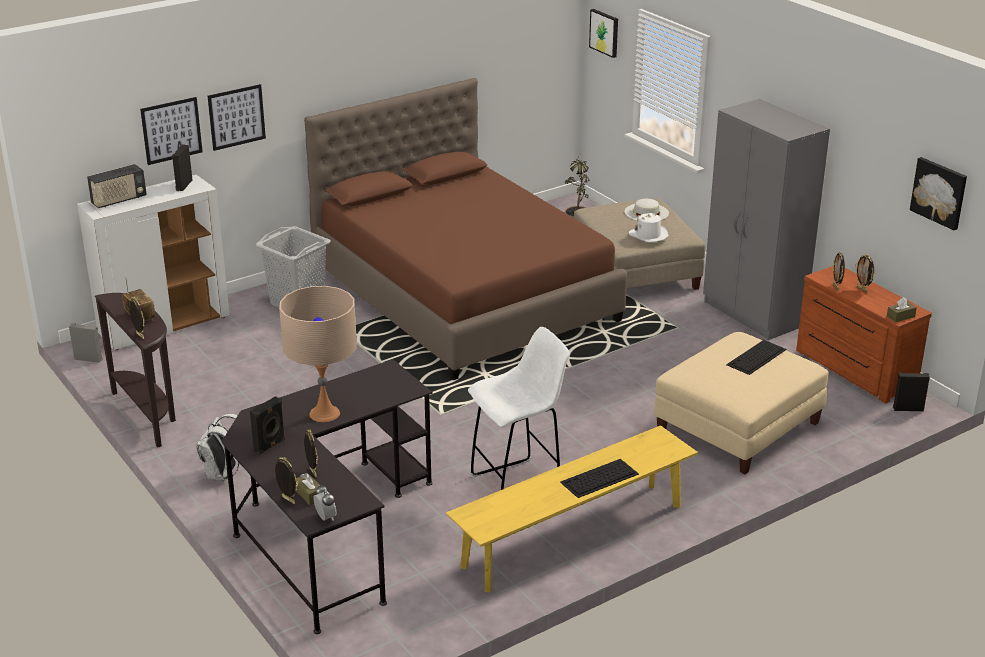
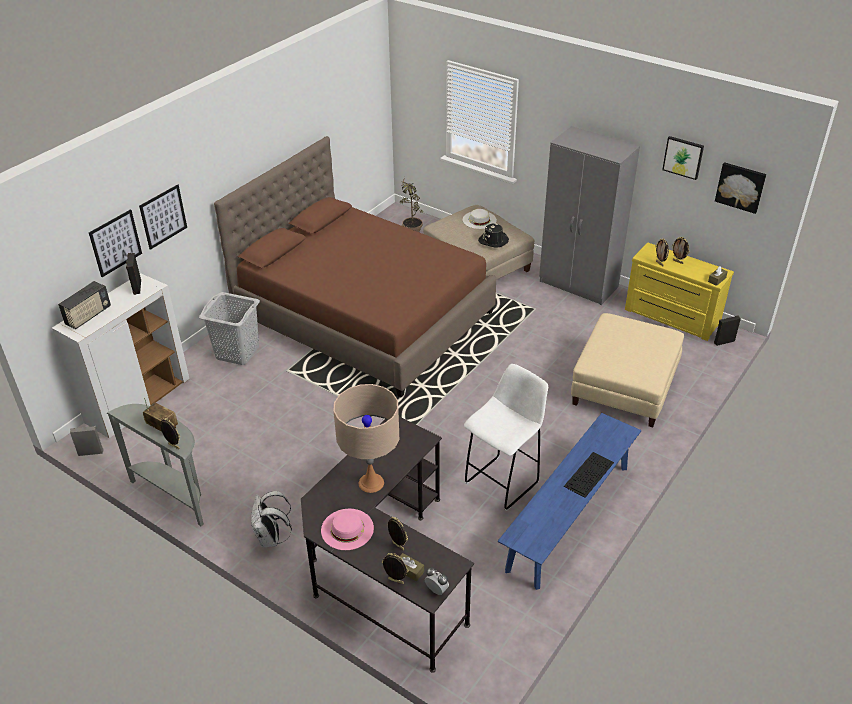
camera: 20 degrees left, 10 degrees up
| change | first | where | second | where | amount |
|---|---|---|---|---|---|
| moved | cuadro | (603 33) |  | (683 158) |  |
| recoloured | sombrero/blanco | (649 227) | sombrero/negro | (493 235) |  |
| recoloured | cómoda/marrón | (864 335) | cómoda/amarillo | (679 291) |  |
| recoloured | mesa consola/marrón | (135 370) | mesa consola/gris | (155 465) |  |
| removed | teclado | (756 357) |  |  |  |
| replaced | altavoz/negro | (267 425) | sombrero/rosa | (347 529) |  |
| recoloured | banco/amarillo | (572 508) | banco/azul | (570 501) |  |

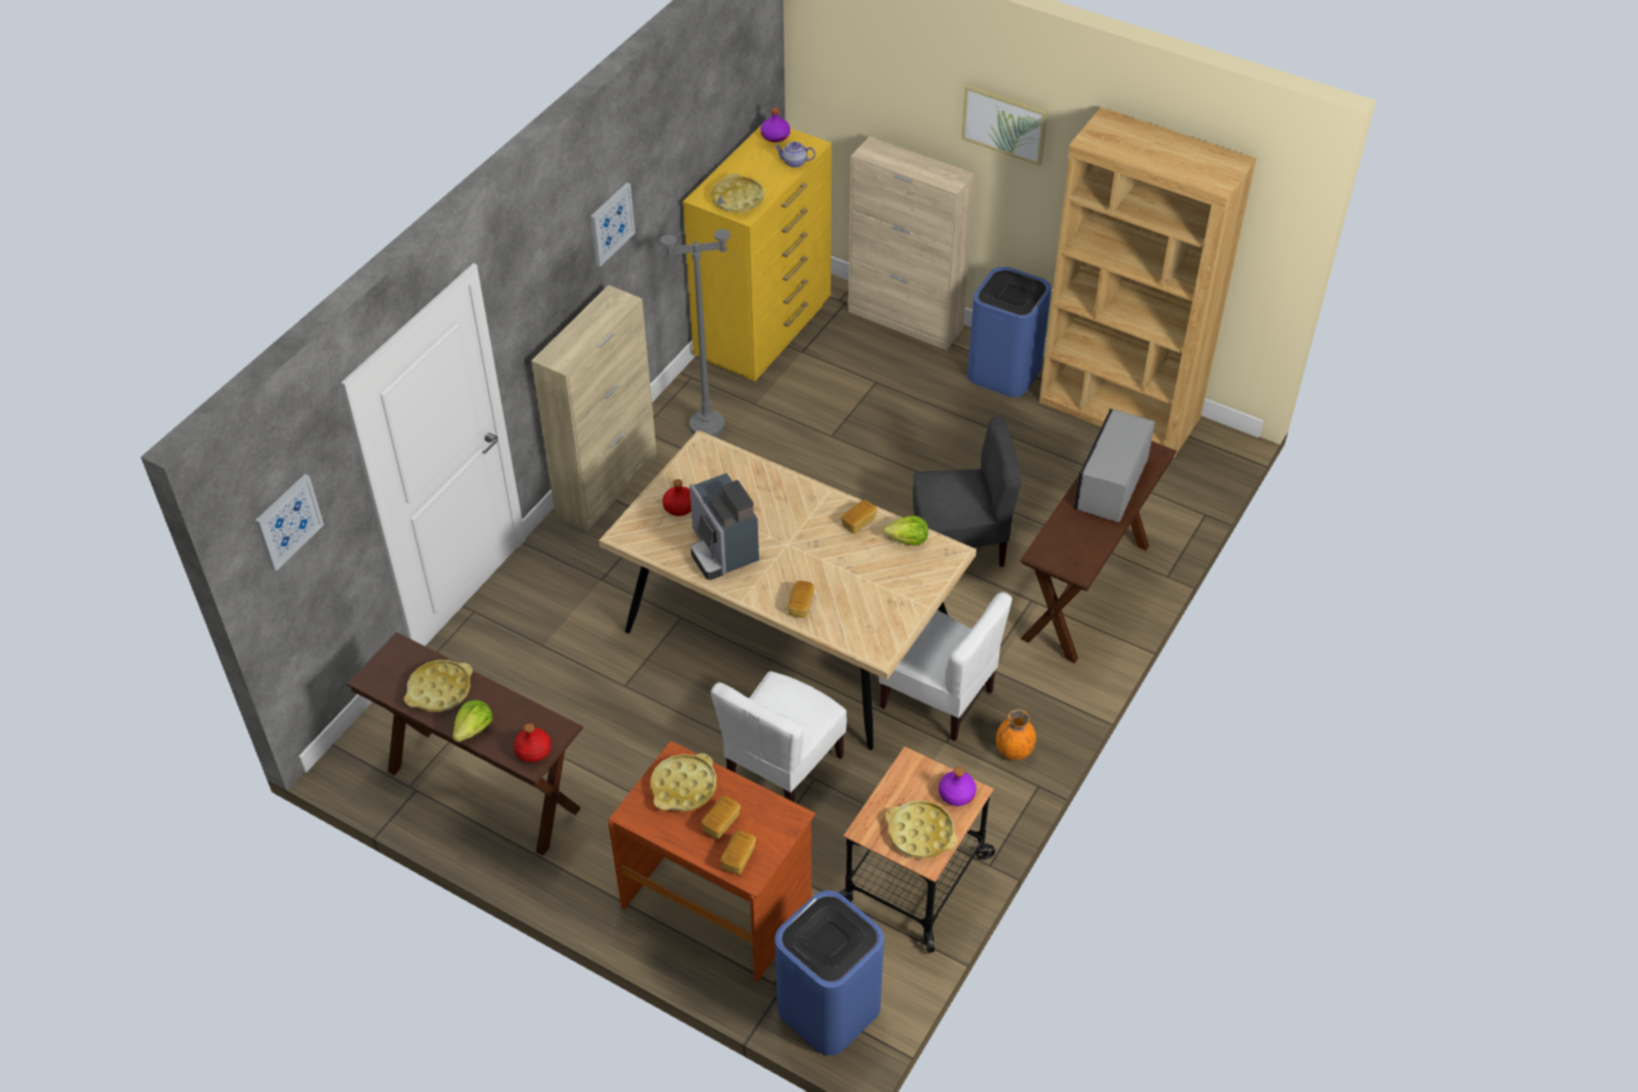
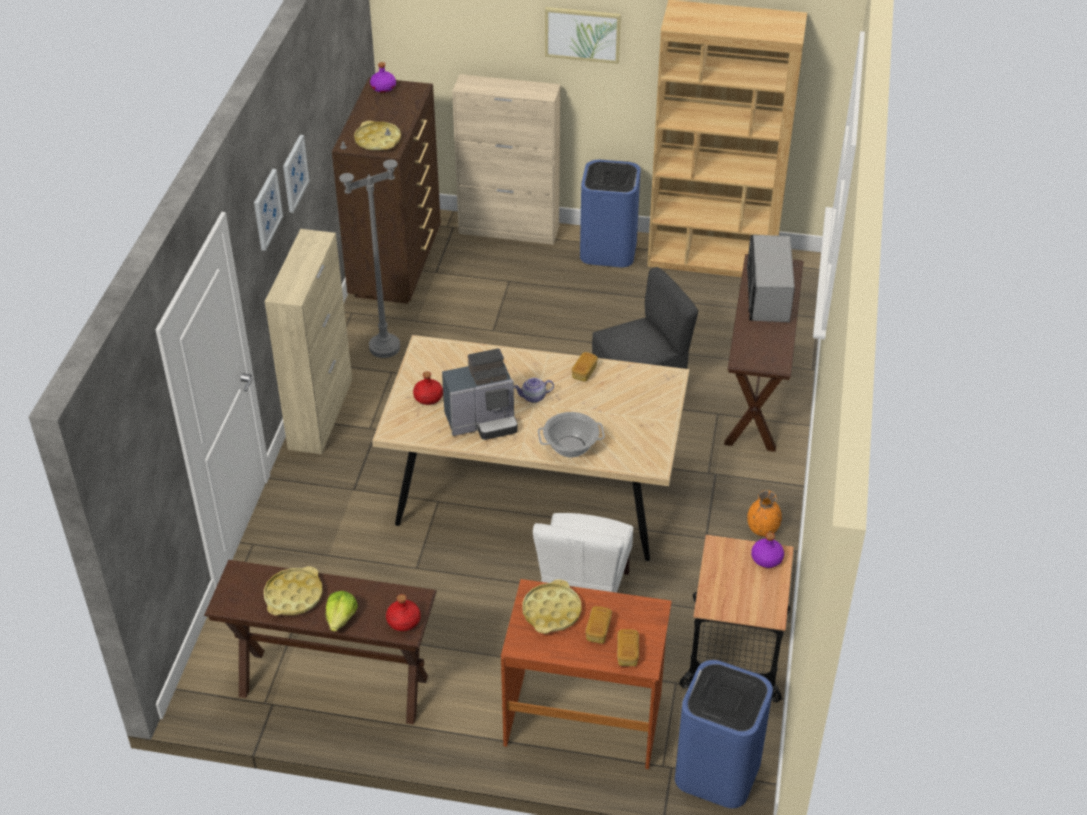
camera: 20 degrees left, 5 degrees down
| change | first | where | second | where | amount |
|---|---|---|---|---|---|
| recoloured | cómoda/amarillo | (757 253) | cómoda/marrón | (386 190) |  |
| moved | tetera | (794 155) |  | (534 390) |  |
| turned | cafetera | (724 526) |  | (480 394) | 60 degrees counterclockwise |
| moved | cuadro | (289 522) |  | (268 210) |  |
| removed | lechuga | (905 531) |  |  |  |
| replaced | pan | (800 599) | olla | (571 434) |  |
| removed | silla/blanco | (945 666) |  |  |  |
| removed | bandeja/amarillo | (921 829) |  |  |  |

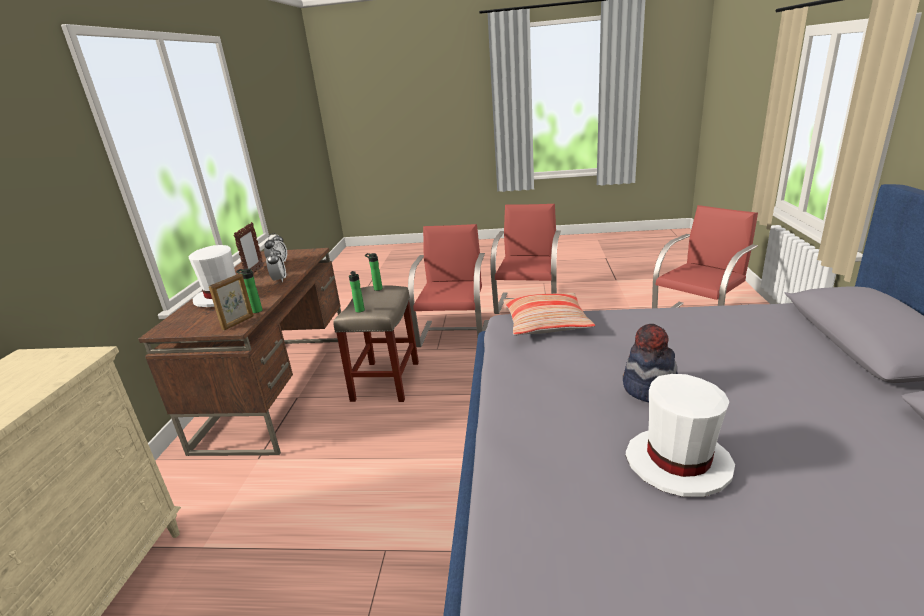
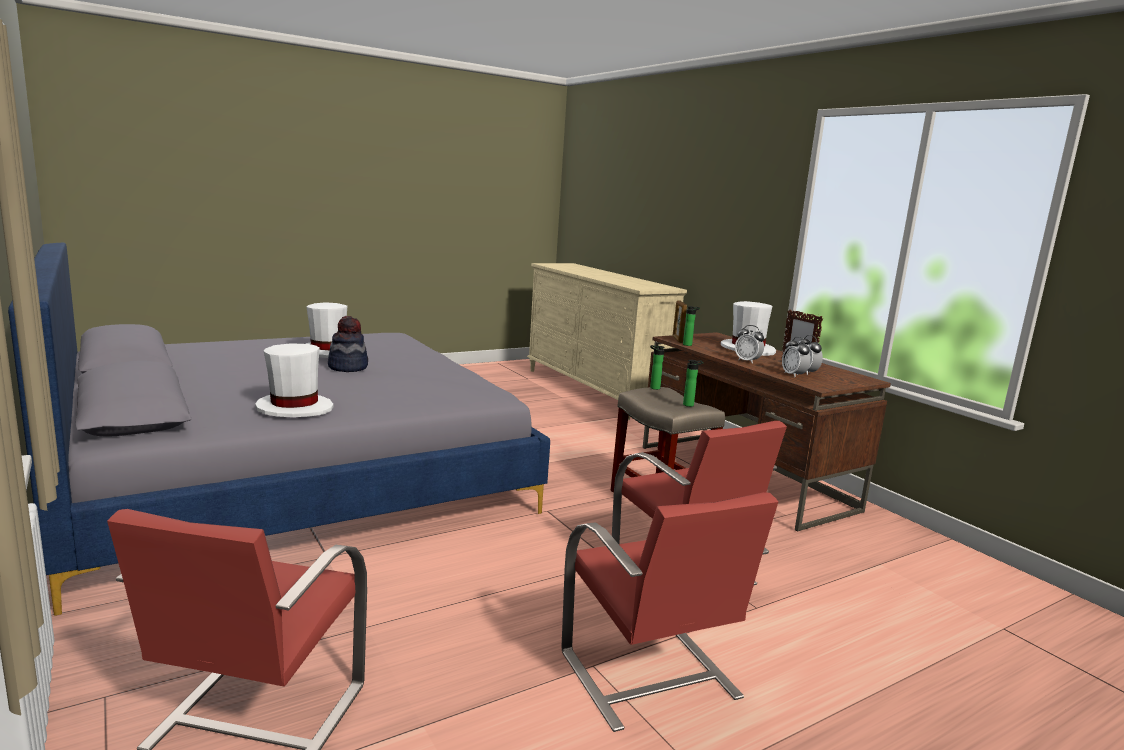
camera: 140 degrees right, 10 degrees down
| change | first | where | second | where | amount |
|---|---|---|---|---|---|
| removed | cojín | (549 314) |  |  |  |
| added |  |  | despertador | (796 357) |  |
| added |  |  | sombrero/blanco | (294 380) |  |

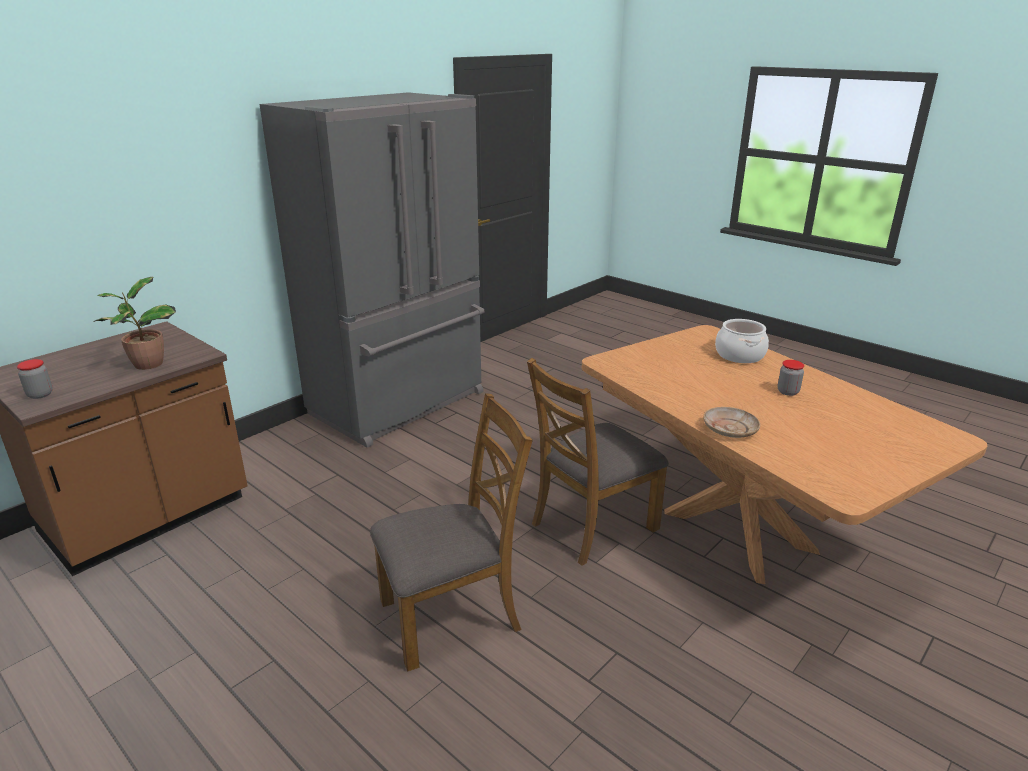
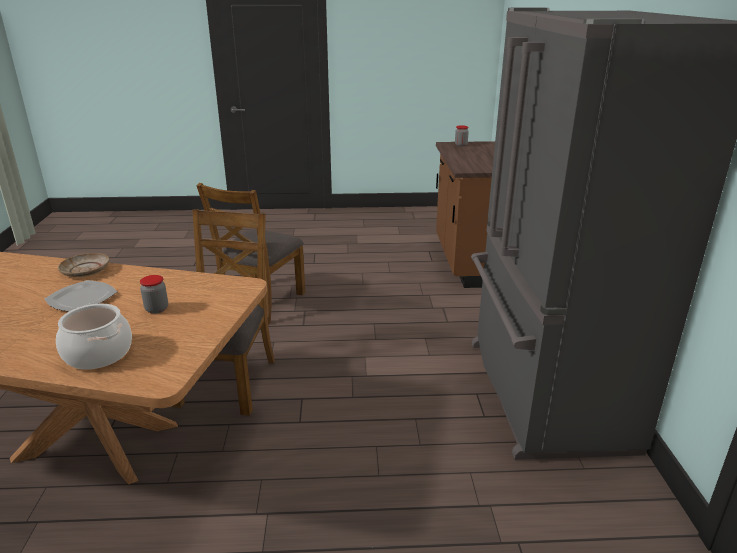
camera: 135 degrees right, 0 degrees up
| change | first | where | second | where | amount |
|---|---|---|---|---|---|
| removed | planta en maceta | (134 323) |  |  |  |
| moved | tarro | (791 378) |  | (154 294) |  |
| added |  |  | plato | (81 296) |  |

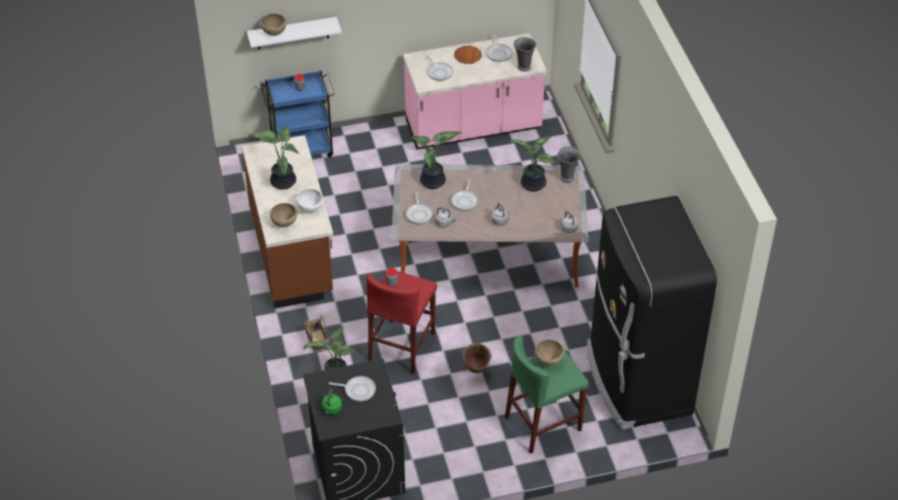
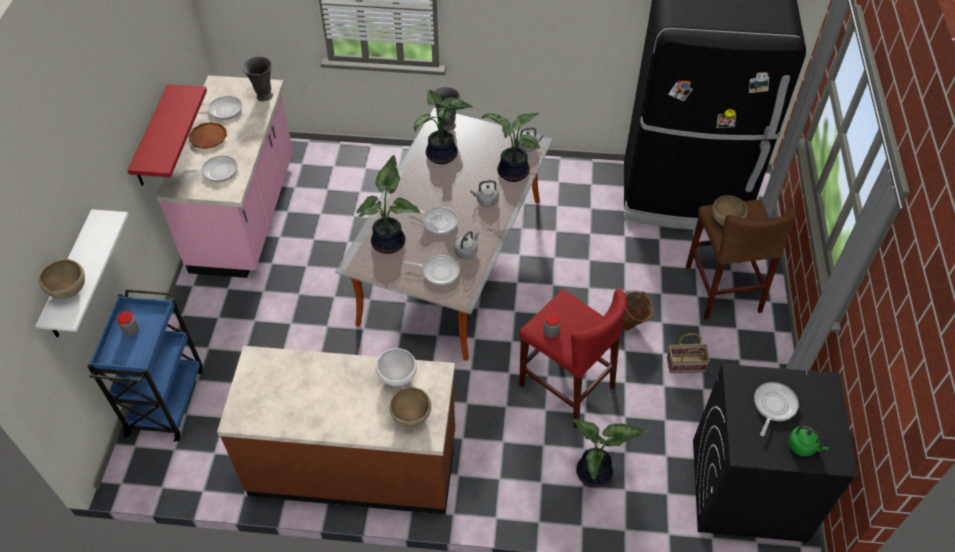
camera: 70 degrees left, 5 degrees up
| change | first | where | second | where | amount |
|---|---|---|---|---|---|
| moved | planta en maceta | (274 158) |  | (511 147) |  |
| moved | cesta | (317 334) |  | (688 353) |  |
| recoloured | taburete/verde | (547 395) | taburete/marrón | (741 260) |  |
| added |  |  | estante/rojo | (167 135) |  |

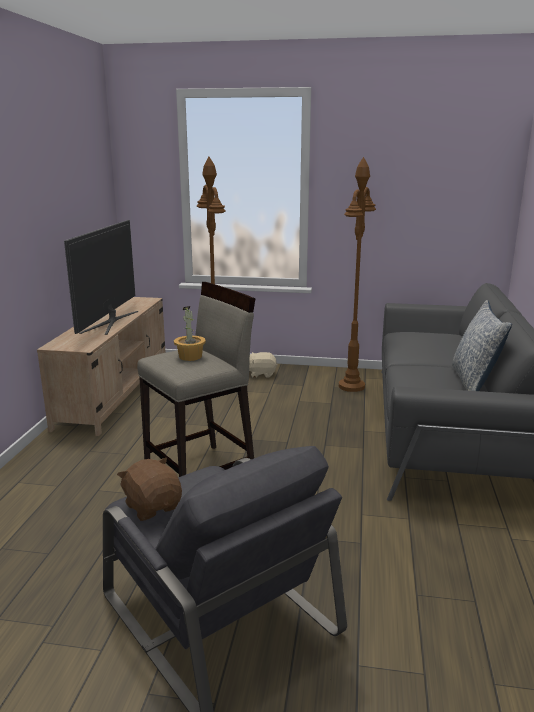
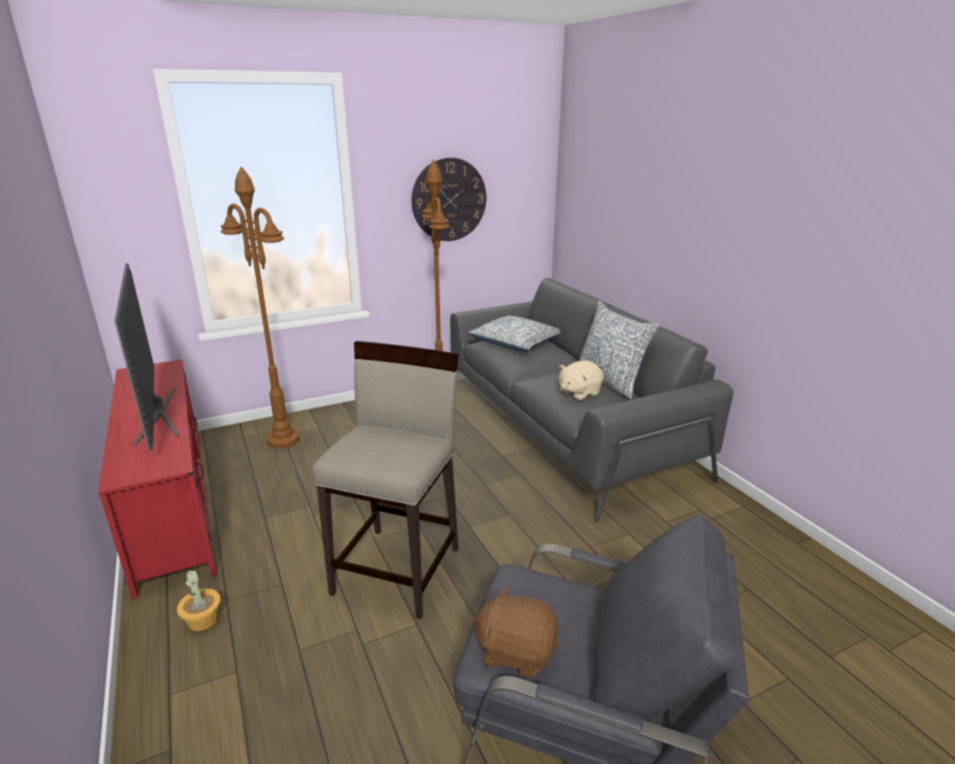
camera: 35 degrees left, 5 degrees up
| change | first | where | second | where | amount |
|---|---|---|---|---|---|
| recoloured | mueble de televisión/beis | (101 366) | mueble de televisión/rojo | (157 479) |  |
| moved | planta en maceta | (190 333) |  | (199 600) |  |
| moved | peluche/beis | (263 365) |  | (581 380) |  |
| added |  |  | reloj de pared | (449 199) |  |
| added |  |  | cojín | (514 334) |  |

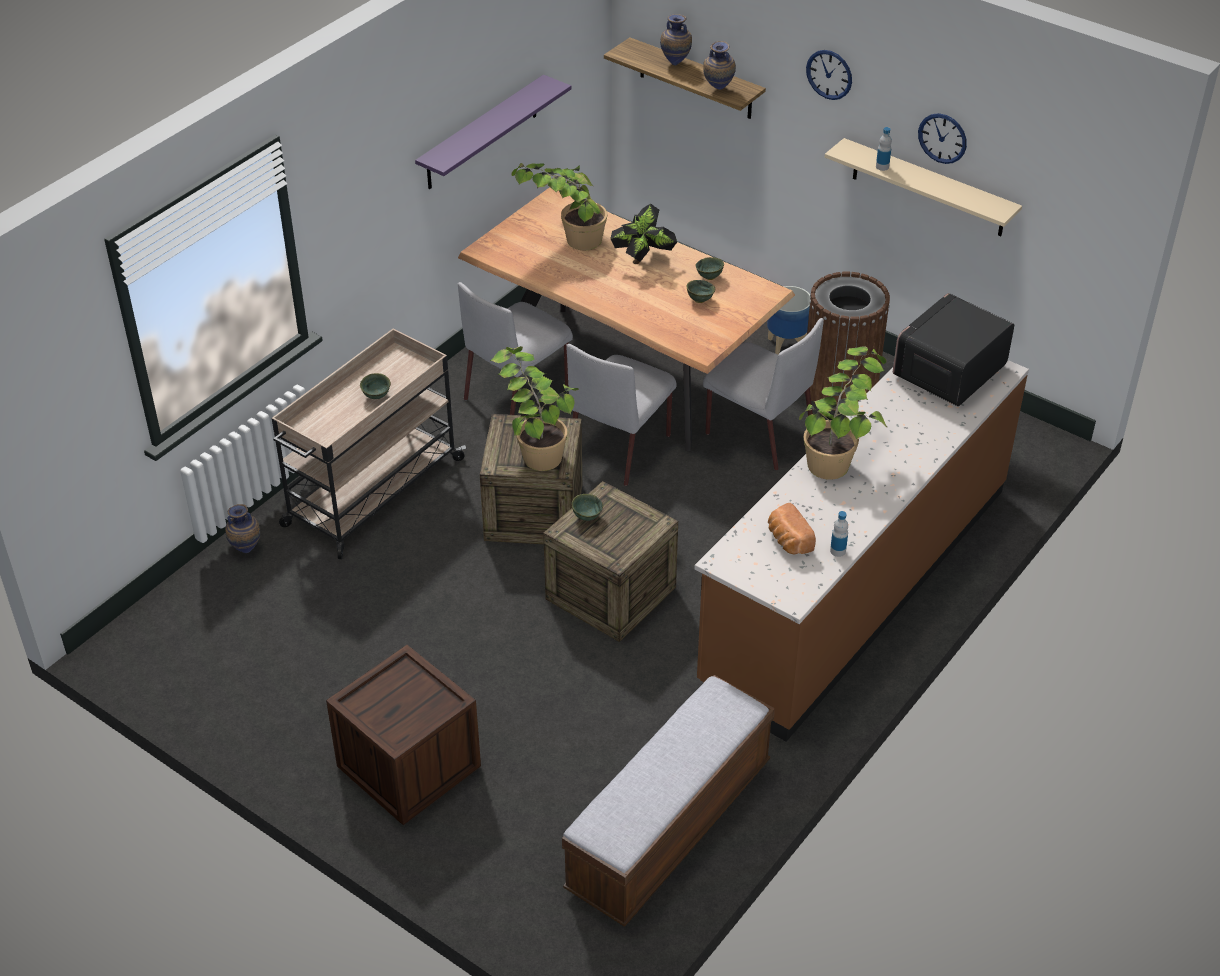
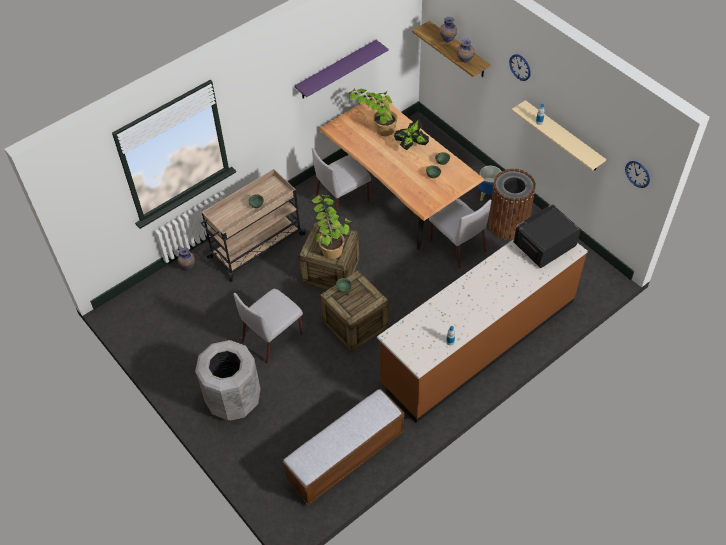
camera: 15 degrees right, 10 degrees up
| change | first | where | second | where | amount |
|---|---|---|---|---|---|
| moved | reloj de pared | (942 138) |  | (637 174) |  |
| moved | silla/gris | (621 415) |  | (268 326) |  |
| removed | planta en maceta | (843 413) |  |  |  |
| removed | pan | (792 528) |  |  |  |
| replaced | caja de embalaje | (403 735) | papelera/gris | (227 380) |  |

